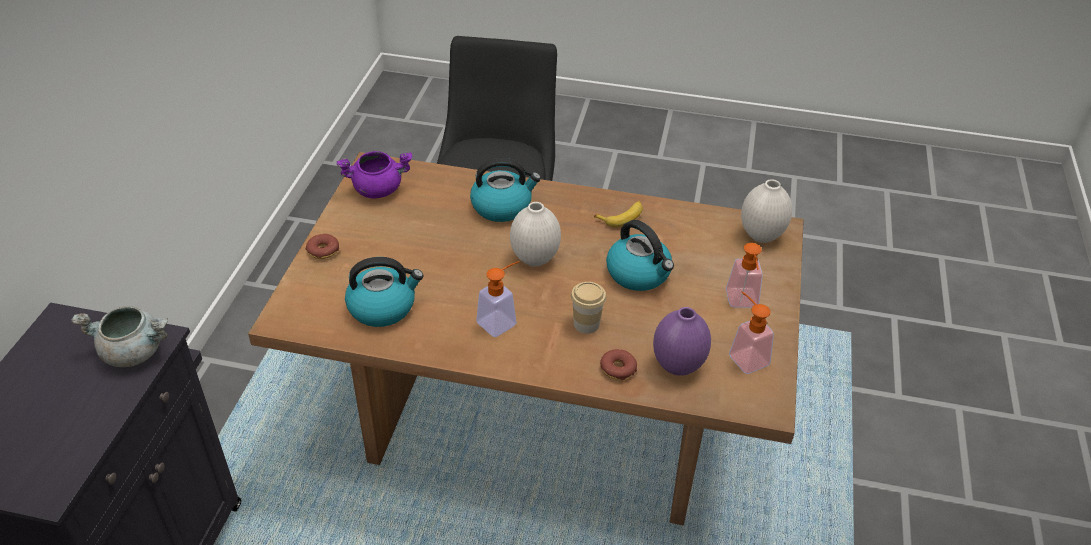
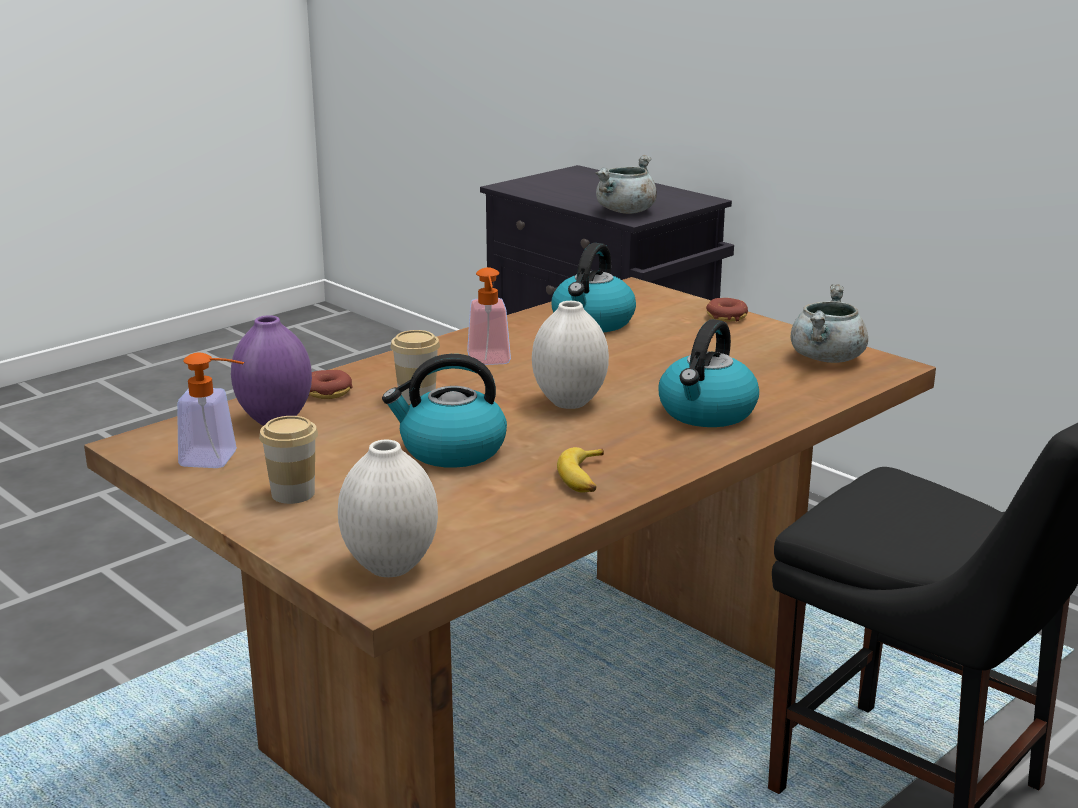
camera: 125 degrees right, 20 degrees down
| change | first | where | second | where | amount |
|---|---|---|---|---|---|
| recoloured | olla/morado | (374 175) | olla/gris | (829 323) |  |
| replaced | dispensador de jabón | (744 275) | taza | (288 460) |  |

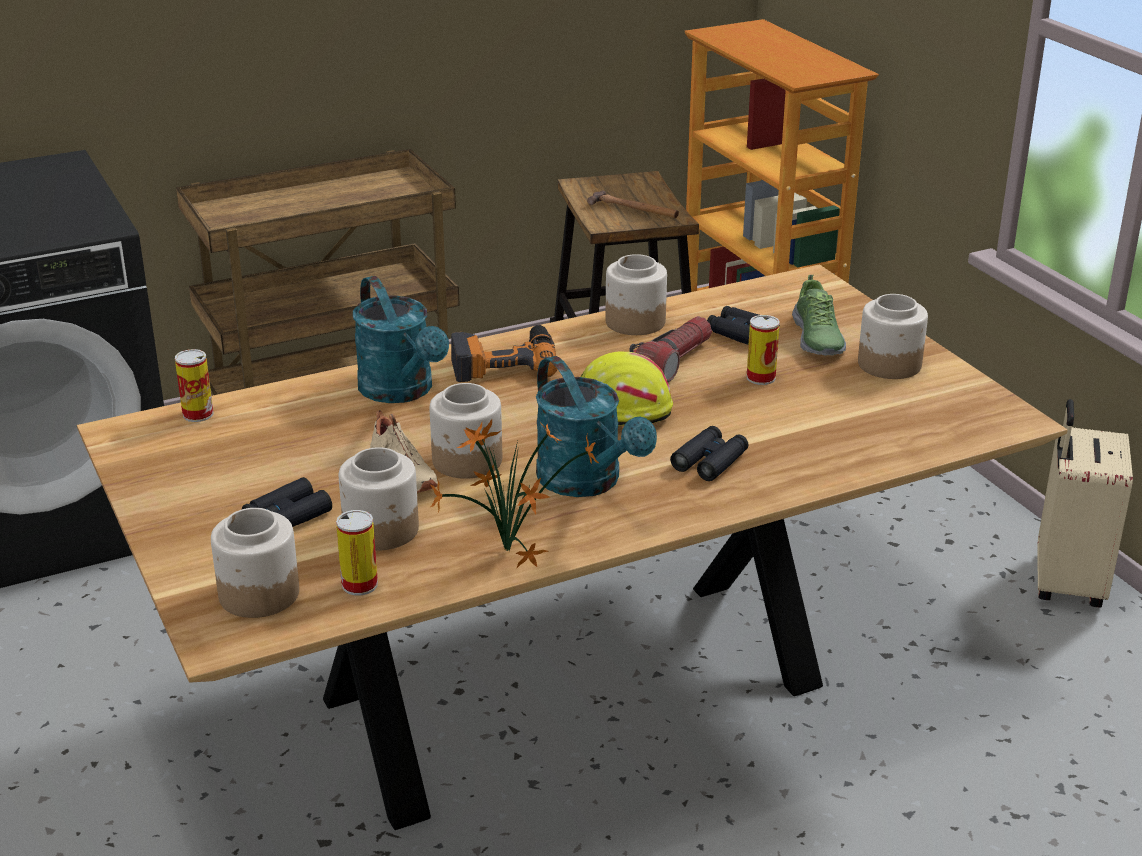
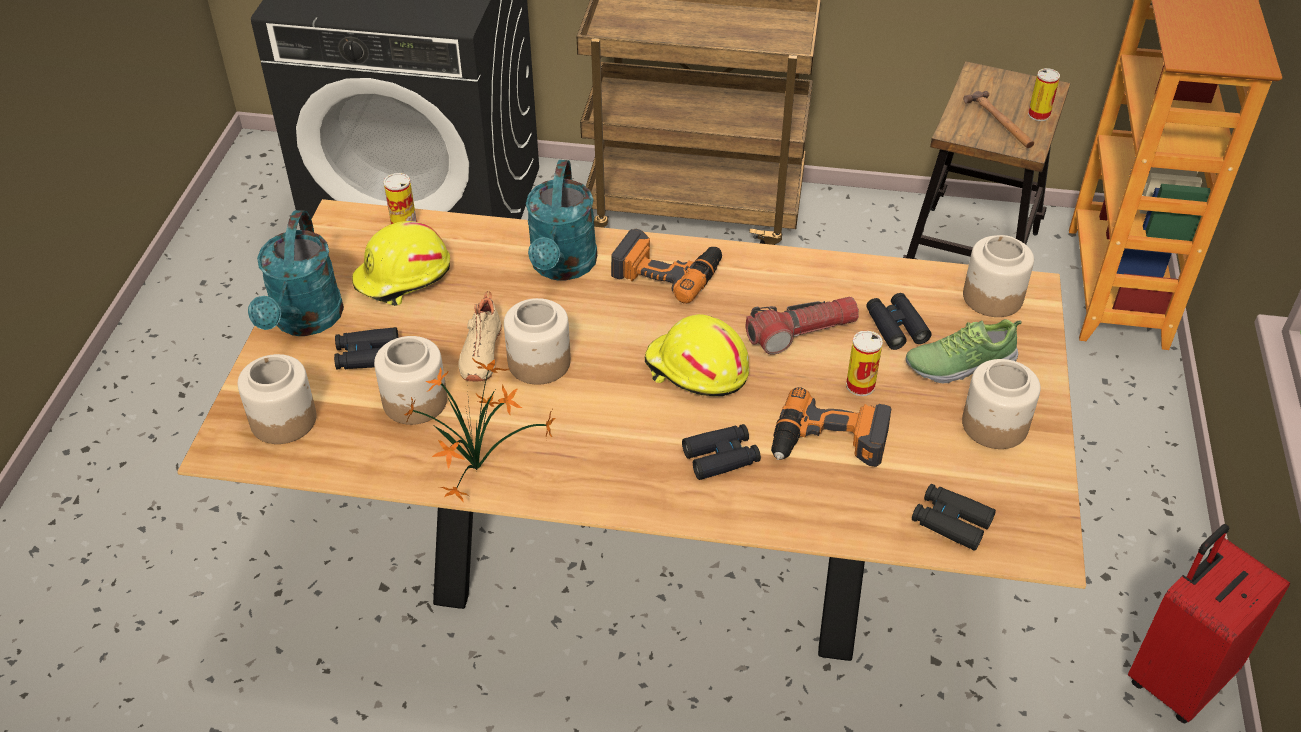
camera: 35 degrees right, 15 degrees up
| change | first | where | second | where | amount |
|---|---|---|---|---|---|
| moved | tarro | (636 294) |  | (998 276) |  |
| turned | zapato | (819 315) |  | (964 351) | 45 degrees clockwise |
| moved | regadera/turquesa | (596 426) |  | (296 273) |  |
| recoloured | maleta/beis | (1085 503) | maleta/rojo | (1209 624) |  |
| moved | lata | (357 552) |  | (1044 94) |  |
| added |  |  | casco/amarillo | (401 263) |  |
| added |  |  | taladro | (831 427) |  |
| added |  |  | prismáticos/negro | (954 517) |  |

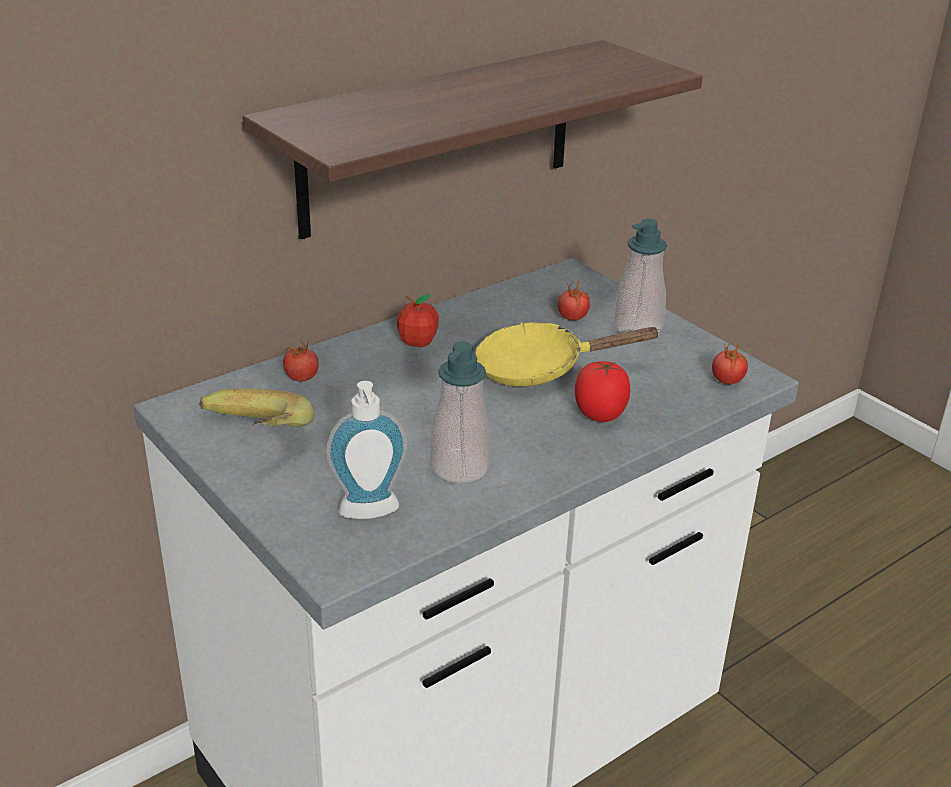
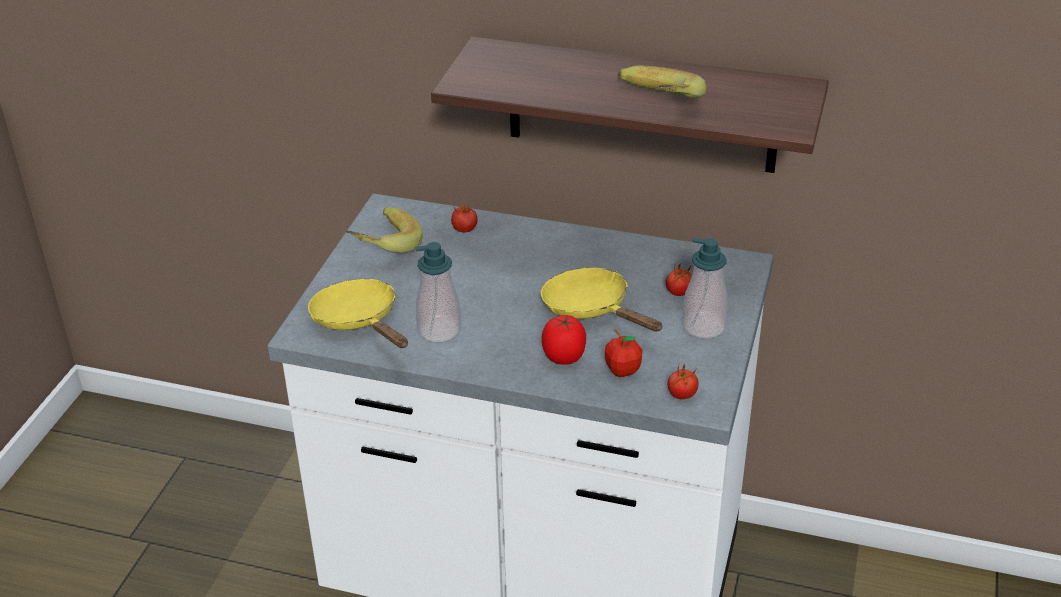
camera: 55 degrees right, 5 degrees up
| change | first | where | second | where | amount |
|---|---|---|---|---|---|
| moved | manzana | (418 320) |  | (623 353) |  |
| replaced | dispensador de jabón | (366 450) | sartén/amarillo | (358 313) |  |
| added |  |  | plátano | (662 82) |  |

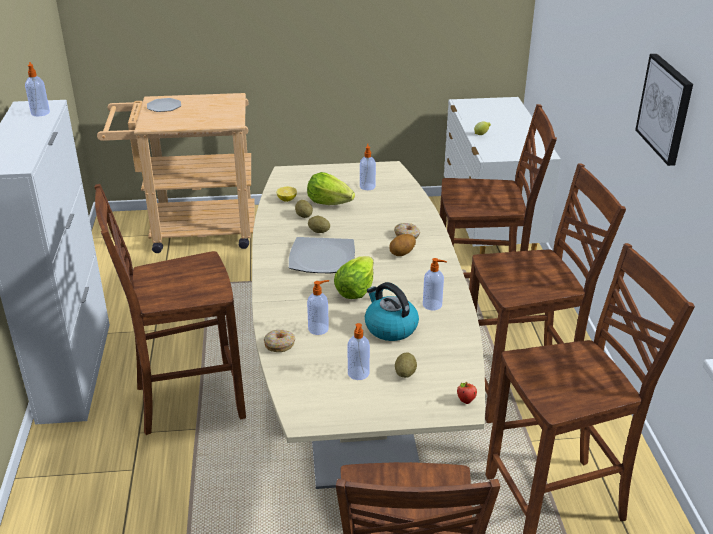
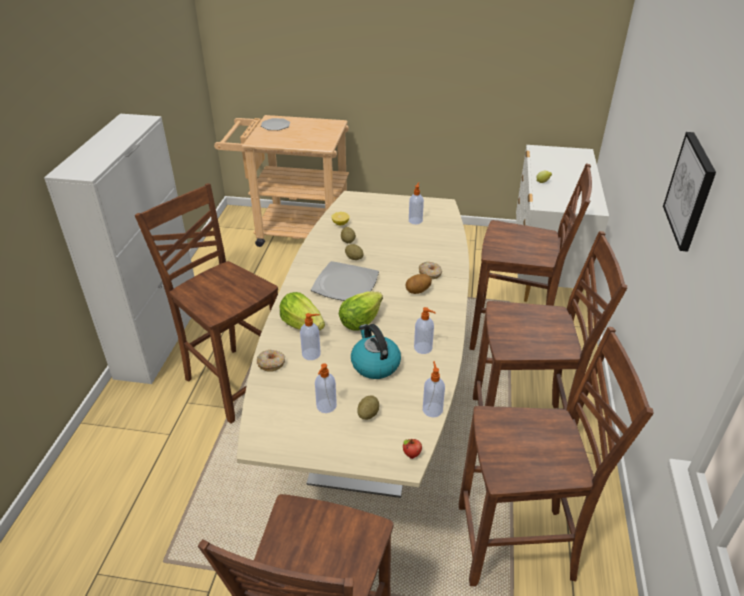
camera: 15 degrees right, 5 degrees up
| change | first | where | second | where | amount |
|---|---|---|---|---|---|
| moved | dispensador de jabón | (37 89) |  | (434 389) |  |
| moved | lechuga | (331 188) |  | (302 311) |  |
| turned | silla/marrón | (170 309) |  | (206 303) | 45 degrees clockwise |

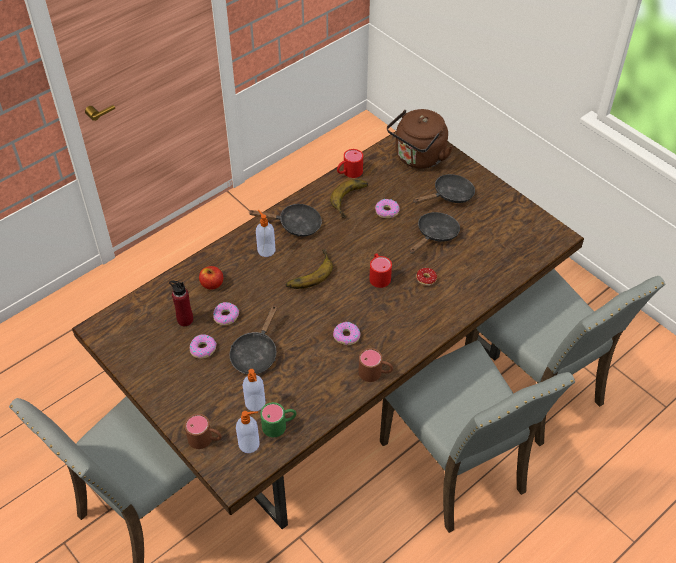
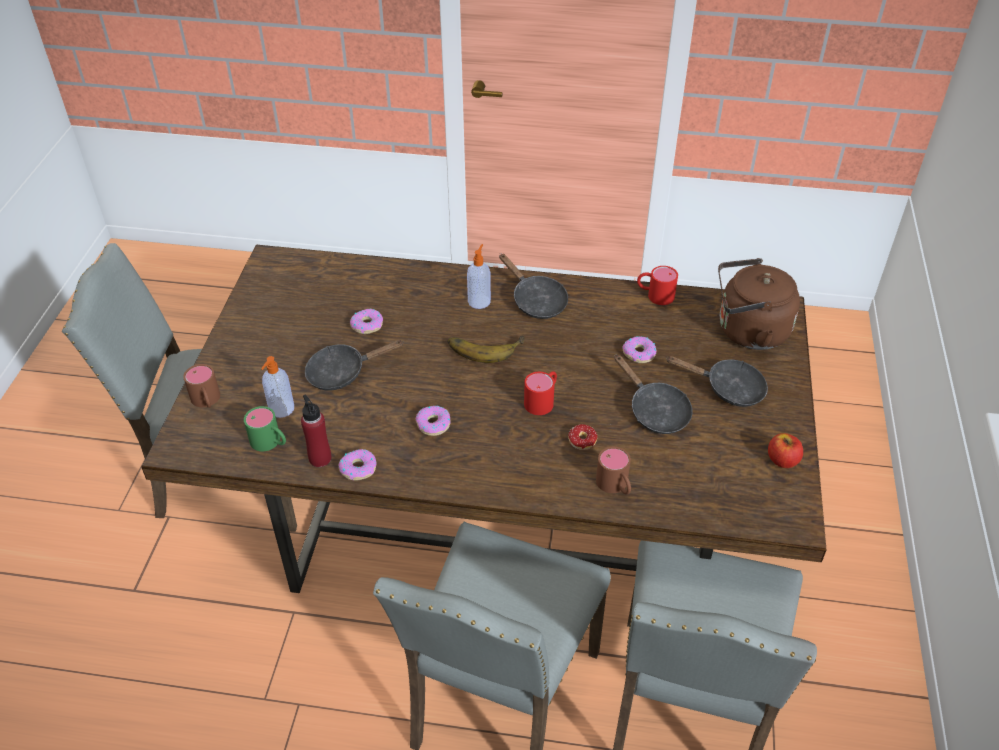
camera: 50 degrees right, 5 degrees down
| change | first | where | second | where | amount |
|---|---|---|---|---|---|
| removed | plátano | (349 198) |  |  |  |
| turned | sartén/negro | (435 233) |  | (653 394) | 60 degrees clockwise |
| moved | manzana | (211 278) |  | (785 450) |  |
| moved | botella/rojo | (181 303) |  | (316 431) |  |
| moved | rosquilla | (203 346) |  | (358 465) |  |
| moved | taza grande/marrón | (376 365) |  | (613 471) |  |
| removed | dispensador de jabón | (248 432) |  |  |  |

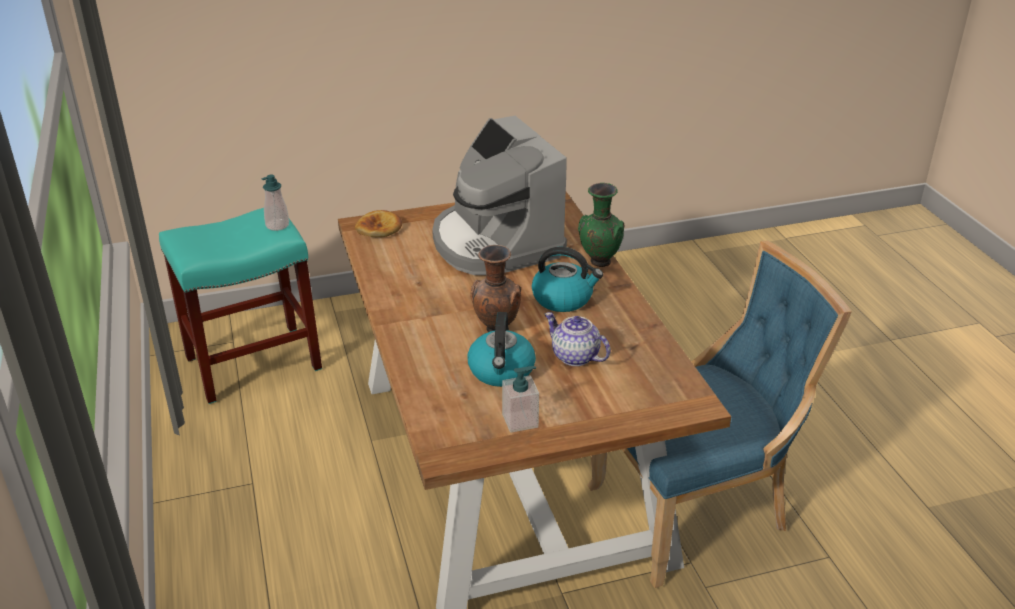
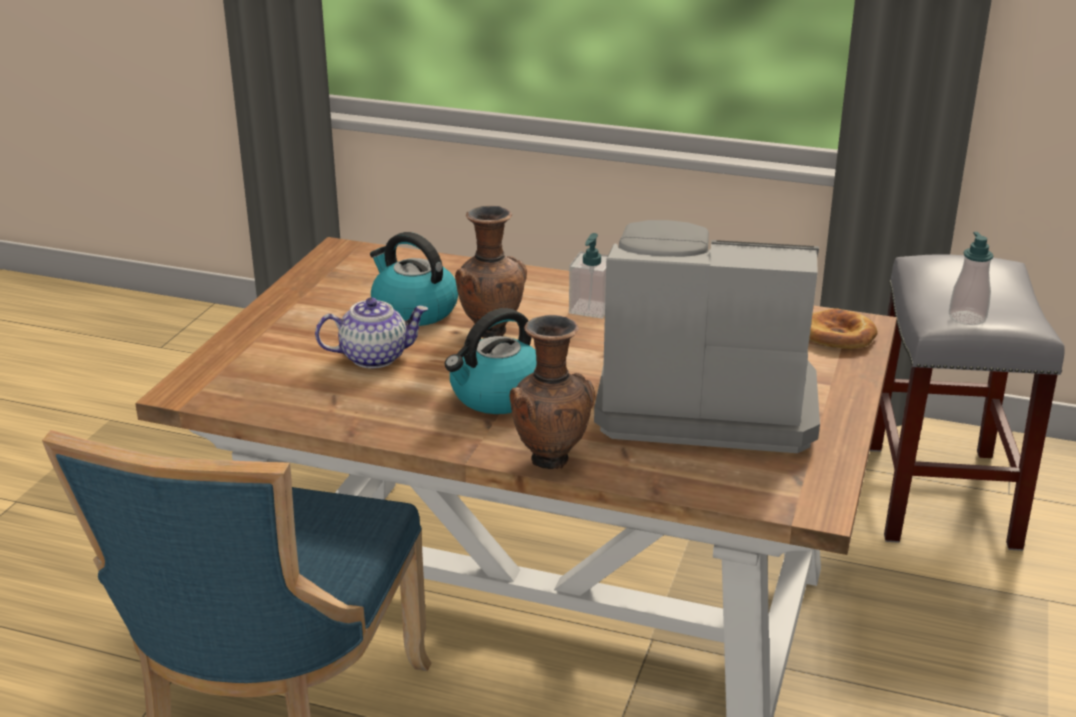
camera: 125 degrees right, 5 degrees down
| change | first | where | second | where | amount |
|---|---|---|---|---|---|
| recoloured | florero/verde | (601 225) | florero/marrón | (552 392) |  |
| recoloured | taburete/turquesa | (240 306) | taburete/gris | (967 402) |  |
| moved | dispensador de jabón | (520 399) |  | (588 276) |  |

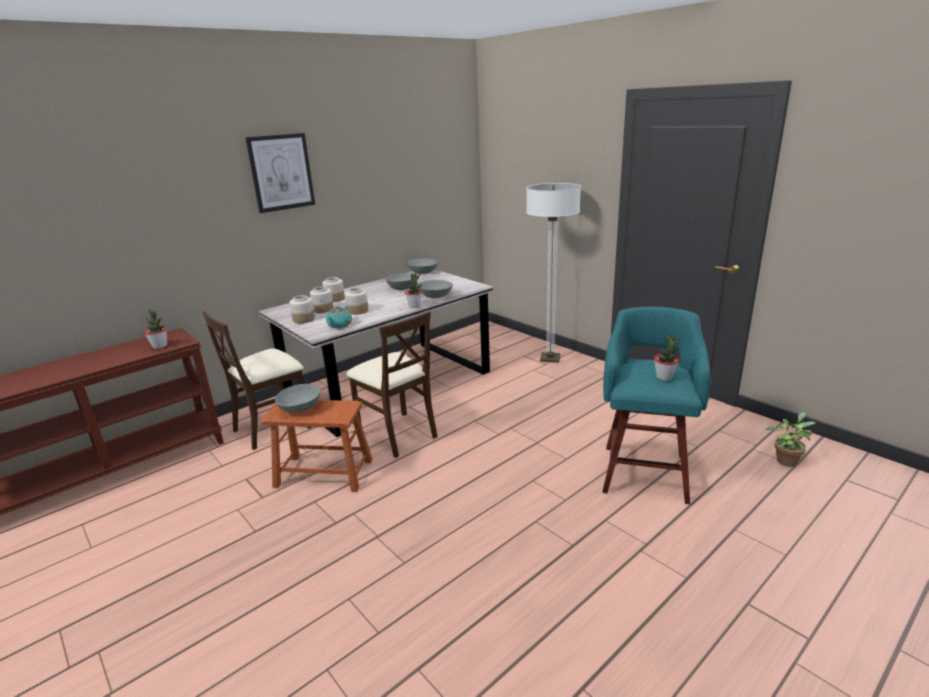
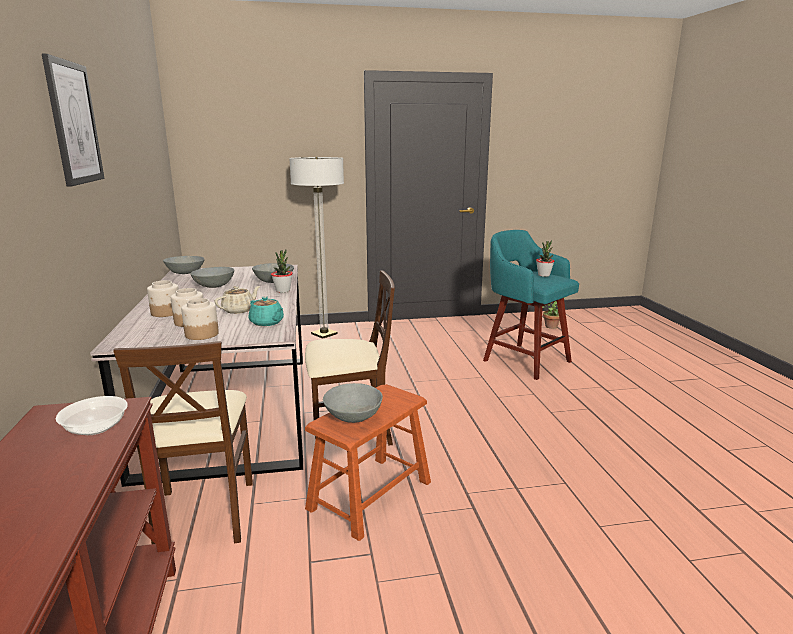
camera: 60 degrees left, 5 degrees down
| change | first | where | second | where | amount |
|---|---|---|---|---|---|
| replaced | tarro | (356 301) | tetera/beis | (237 300) |  |
| replaced | planta en maceta | (155 329) | cuenco | (92 415) |  |

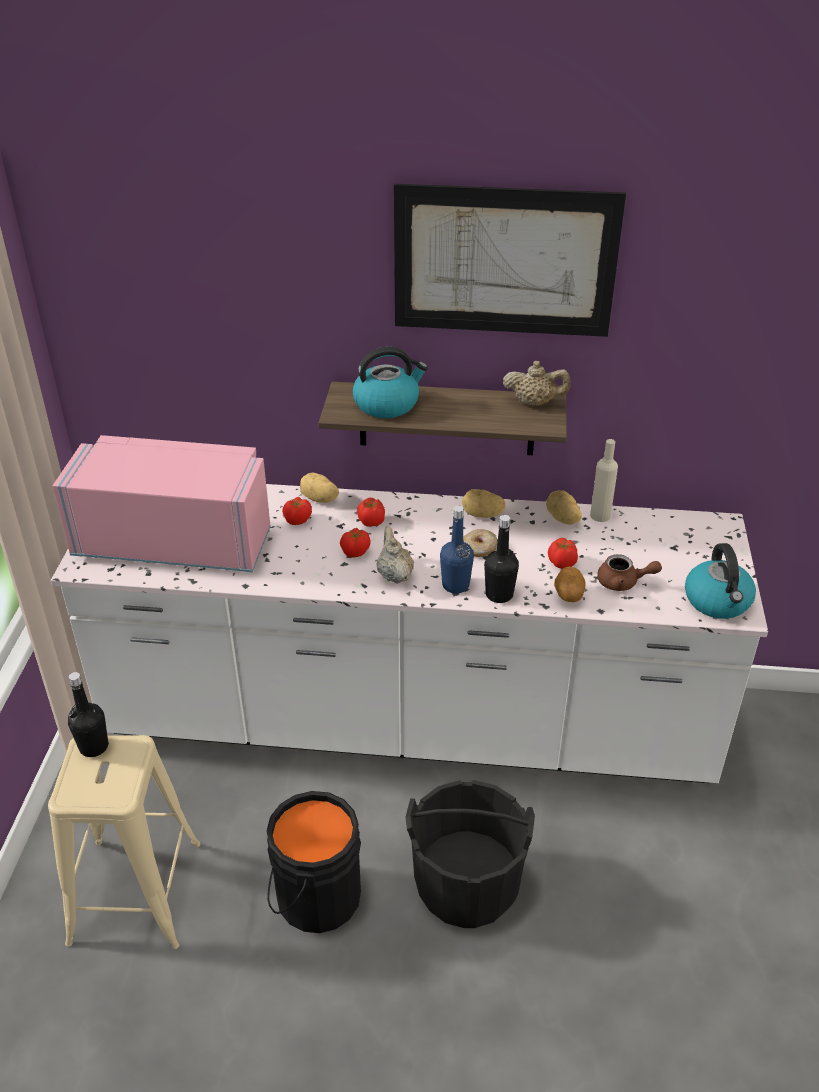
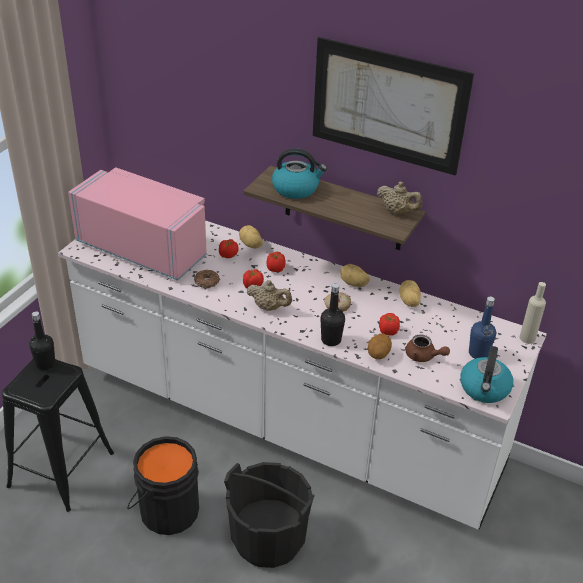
camera: 20 degrees right, 0 degrees up
| change | first | where | second | where | amount |
|---|---|---|---|---|---|
| moved | botella/beis | (604 480) |  | (533 313) |  |
| moved | botella/azul | (457 549) |  | (482 328) |  |
| turned | tetera/beis | (395 555) |  | (269 295) | 105 degrees clockwise |
| recoloured | taburete/beis | (124 842) | taburete/negro | (58 435) |  |
| added |  |  | rosquilla | (207 278) |  |

